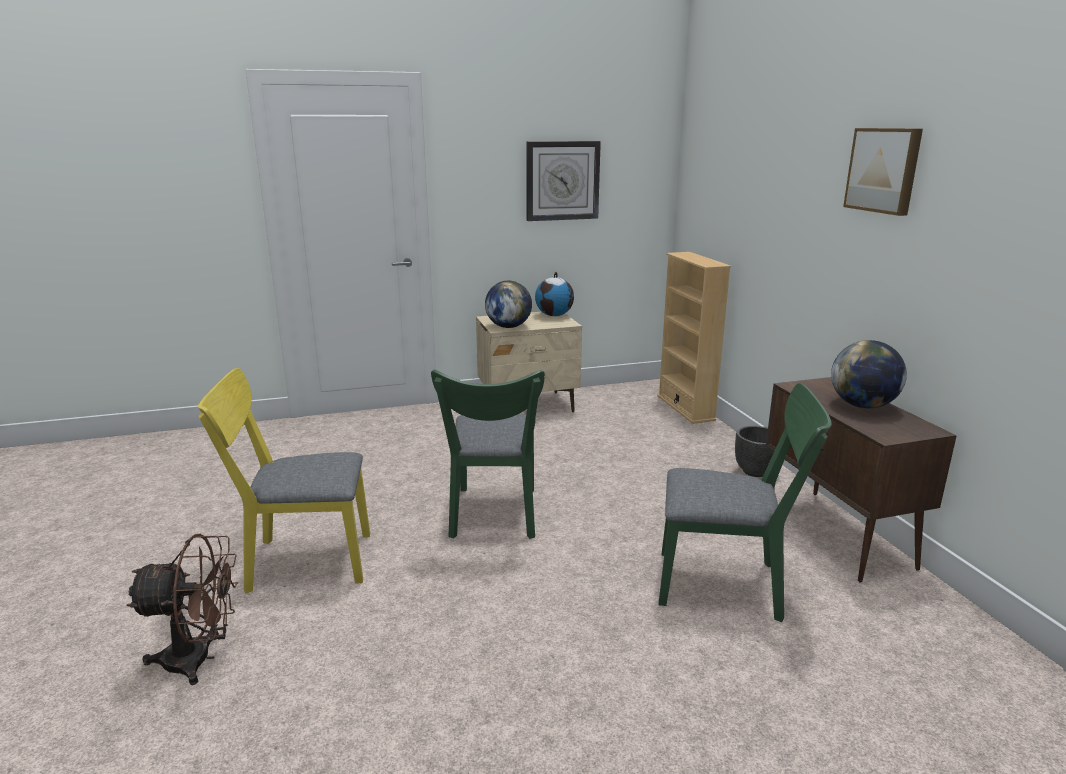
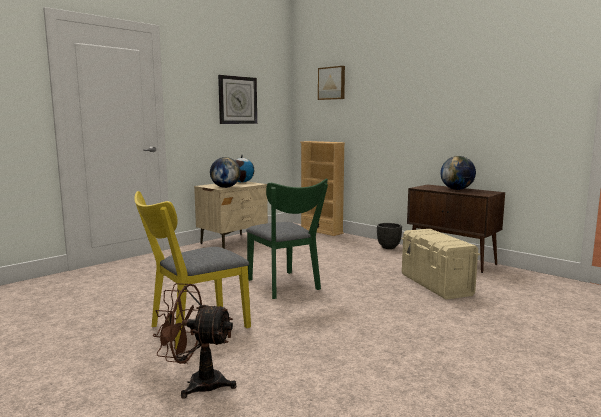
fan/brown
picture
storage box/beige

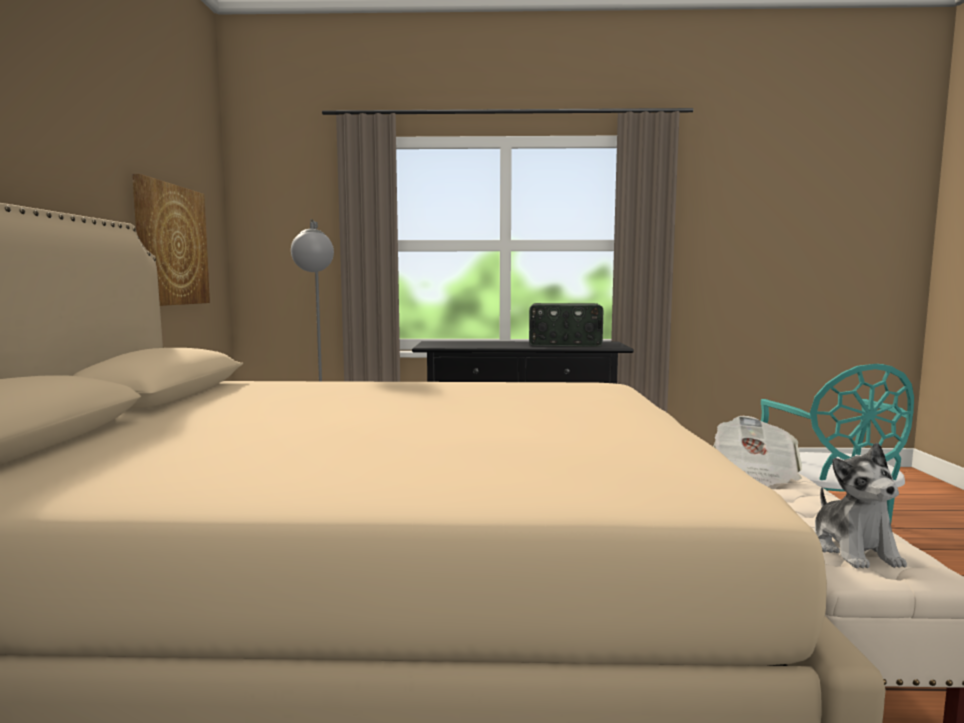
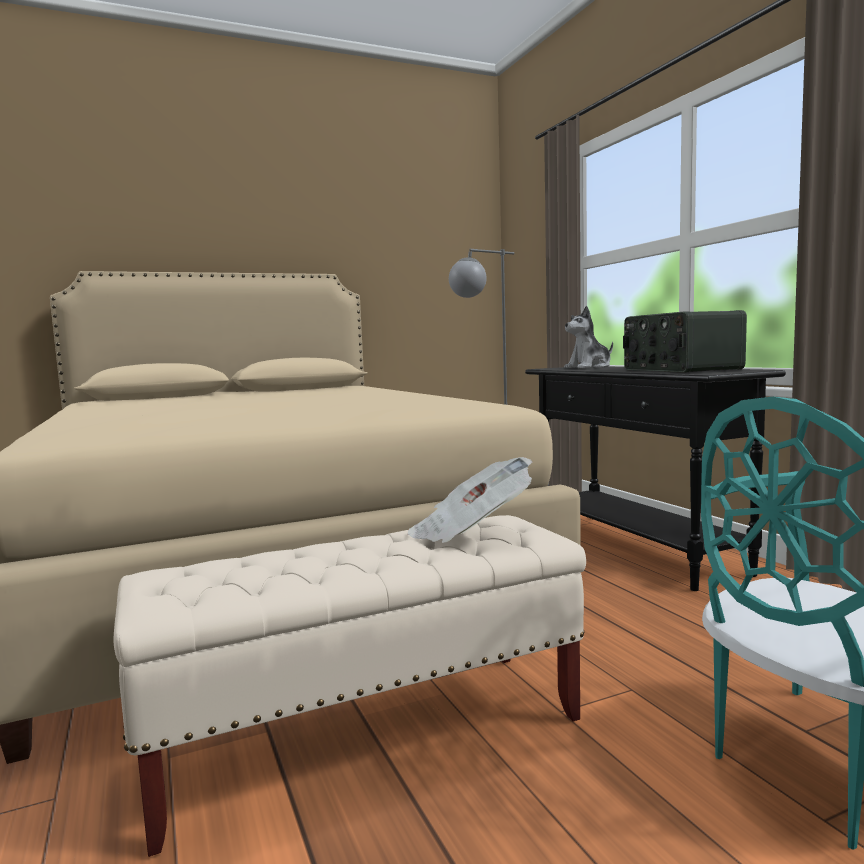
plush toy
picture

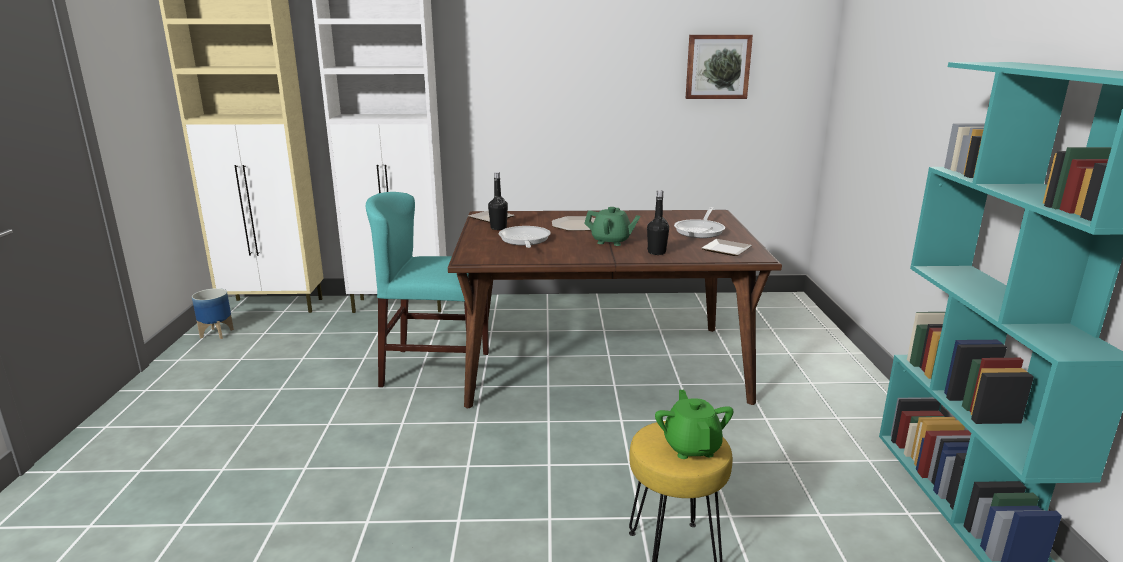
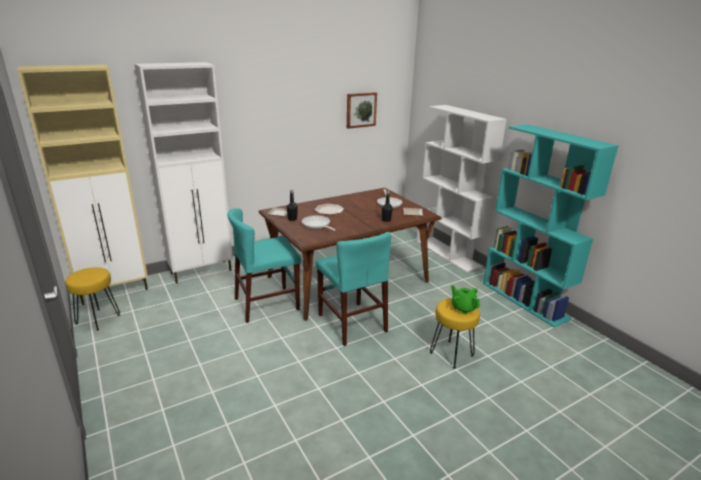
stool/yellow (1st from left)
chair/turquoise (2nd from left)
bookcase/white
teapot/green (1st from left in the first image)

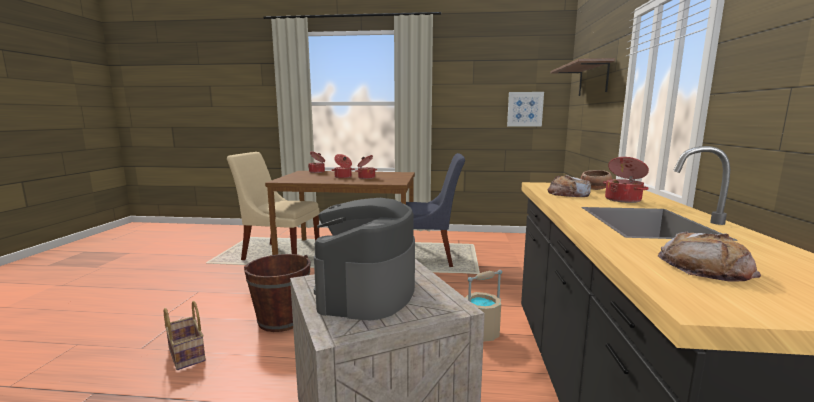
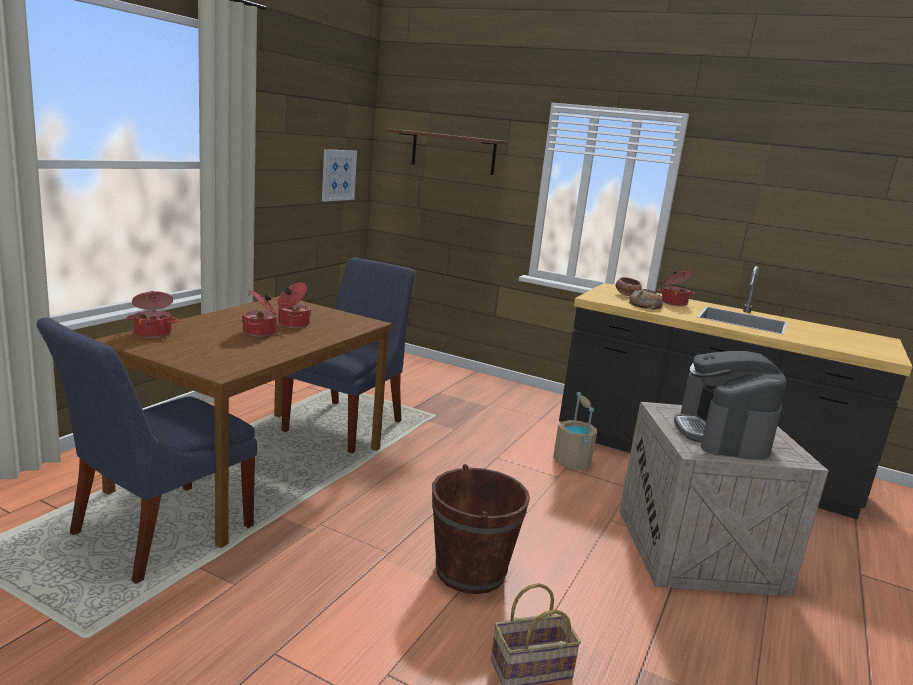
chair/blue (1st from left)
coffee machine
bread (2nd from left in the first image)

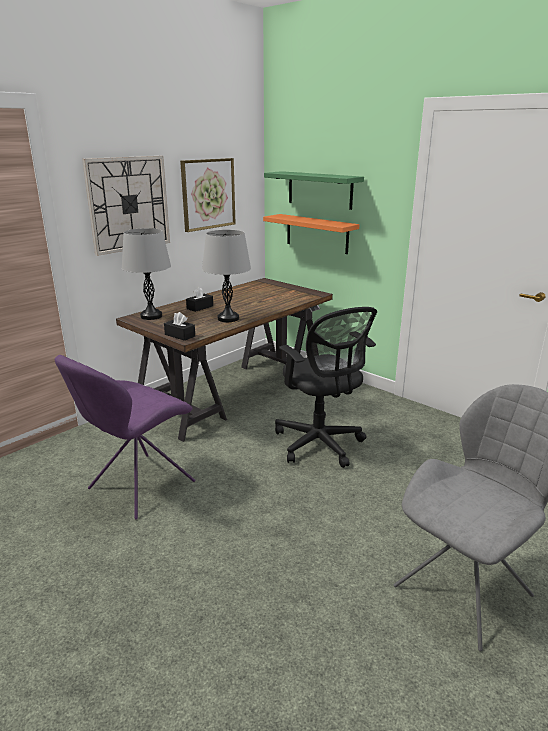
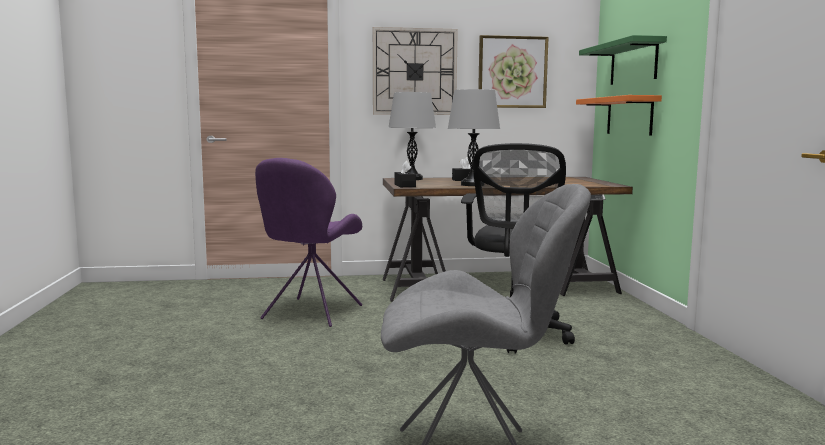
chair/purple

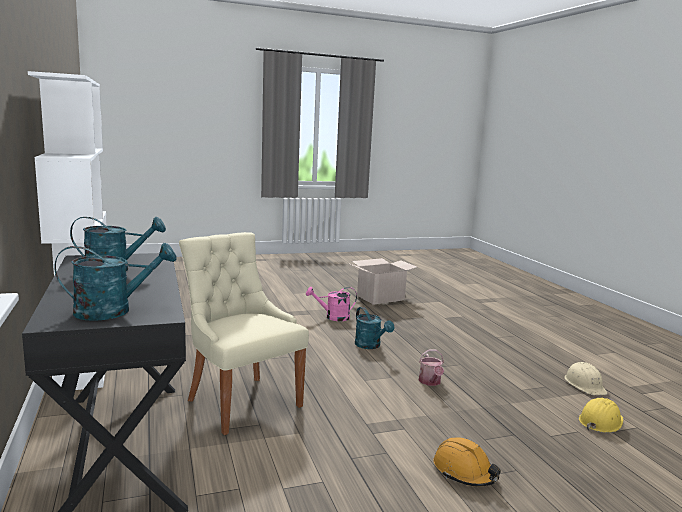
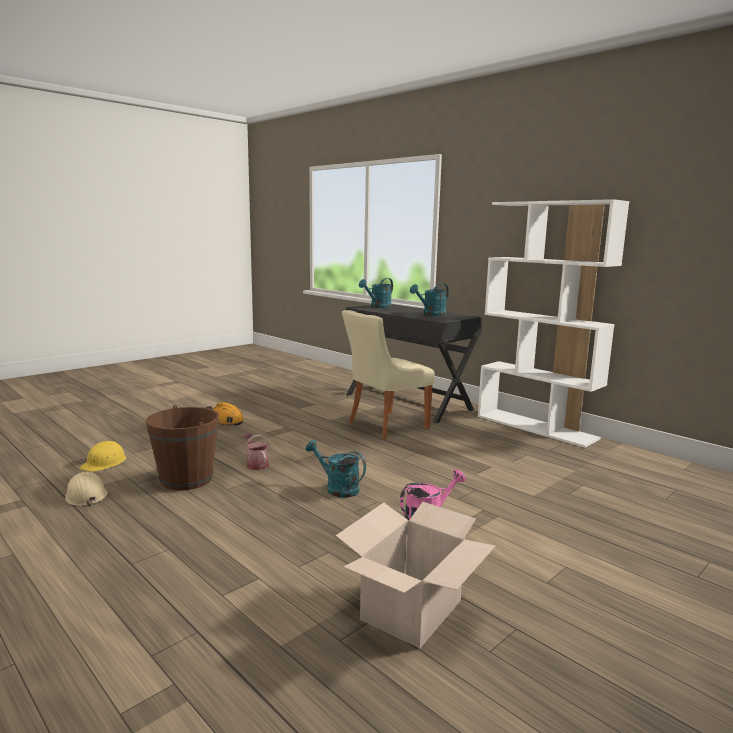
bucket/brown
chair/beige

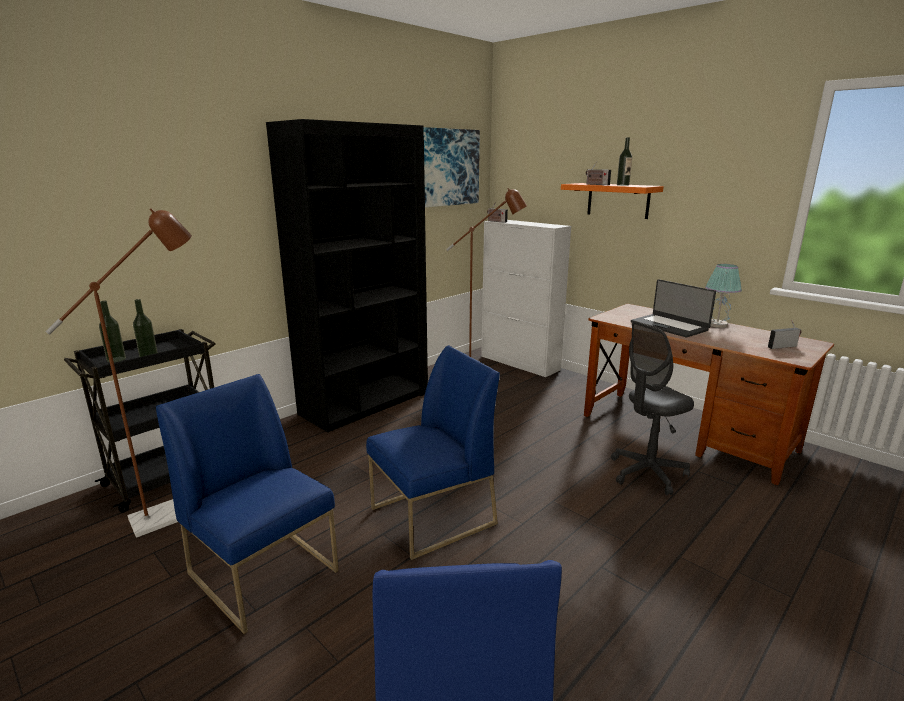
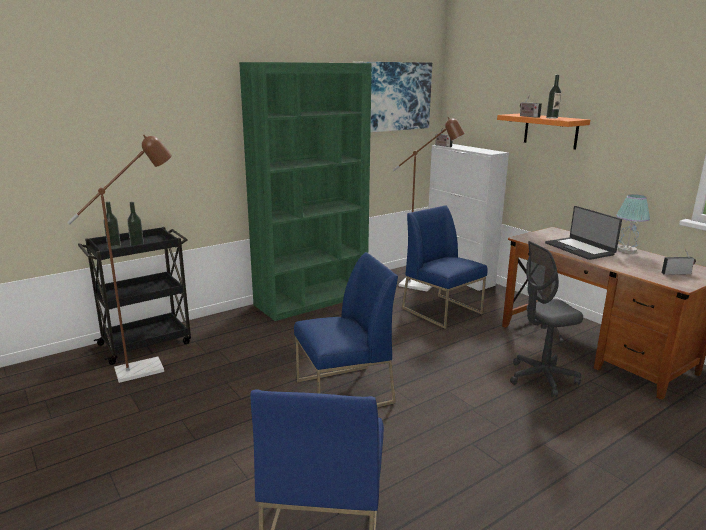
bookcase/green
chair/blue (3rd from left)

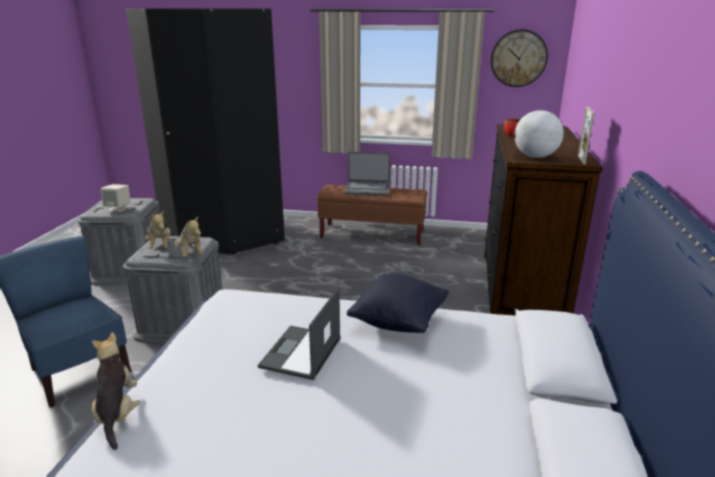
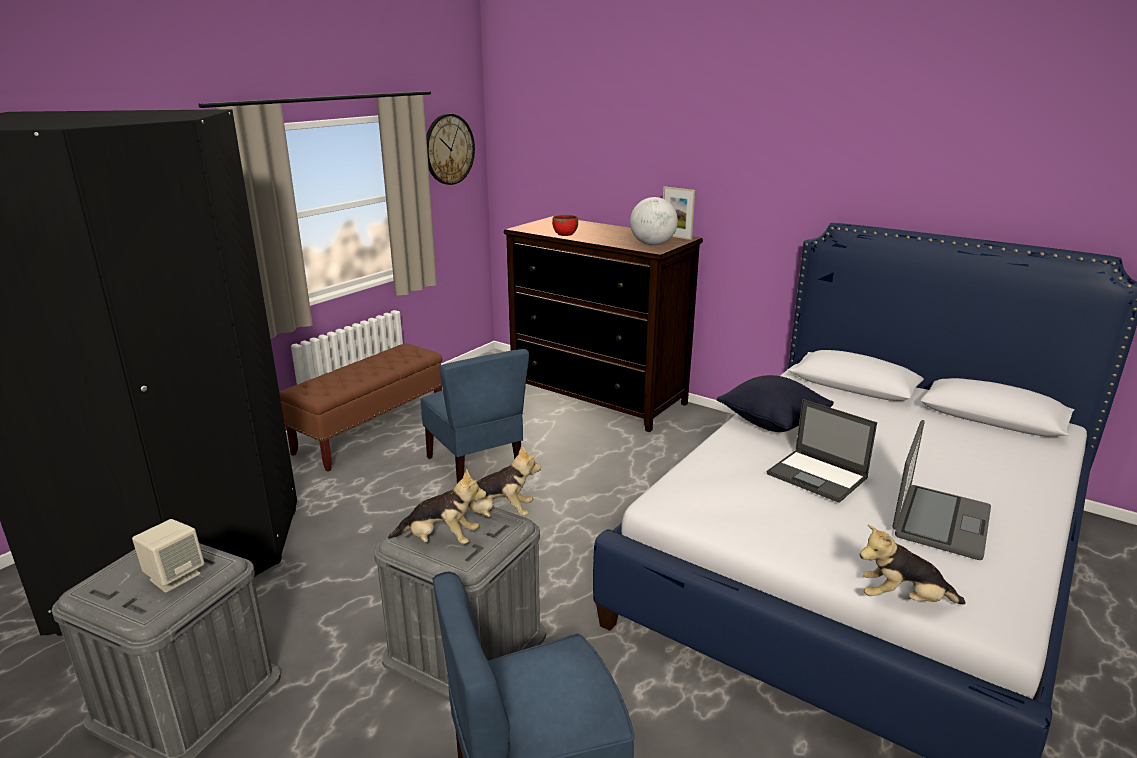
chair/blue (1st from left)
laptop (2nd from left)

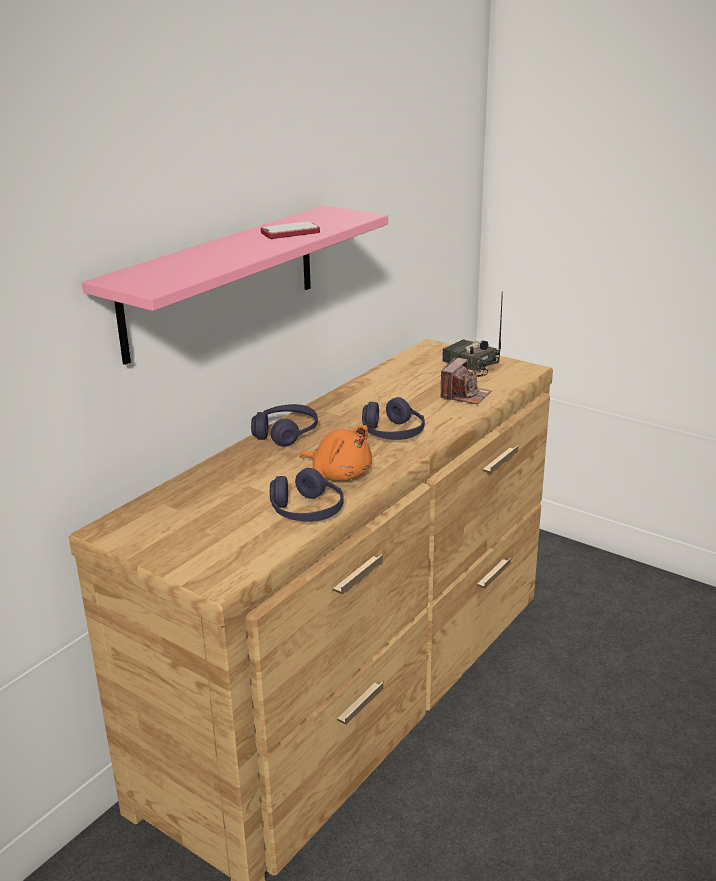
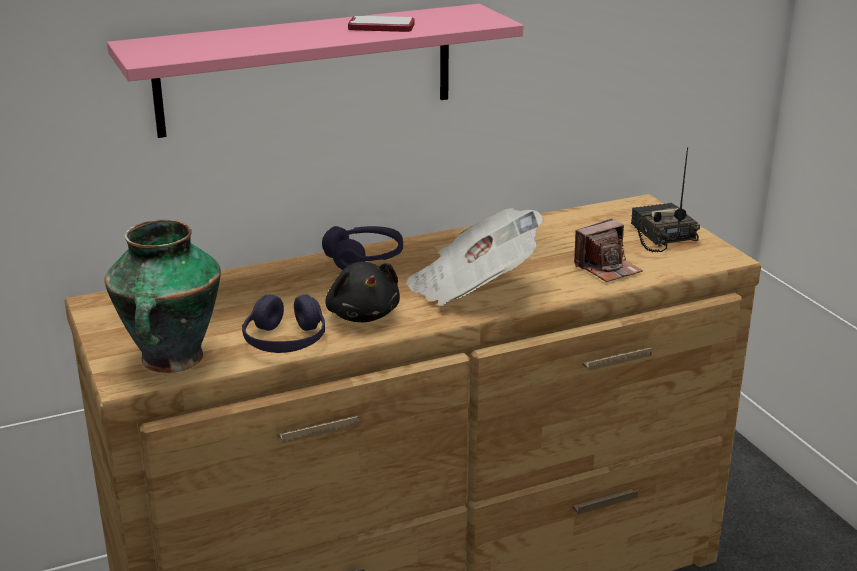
vase
plush toy/black
newspaper

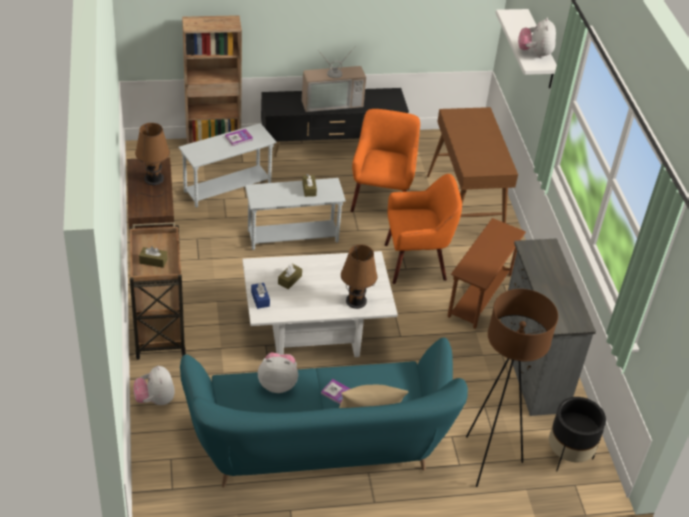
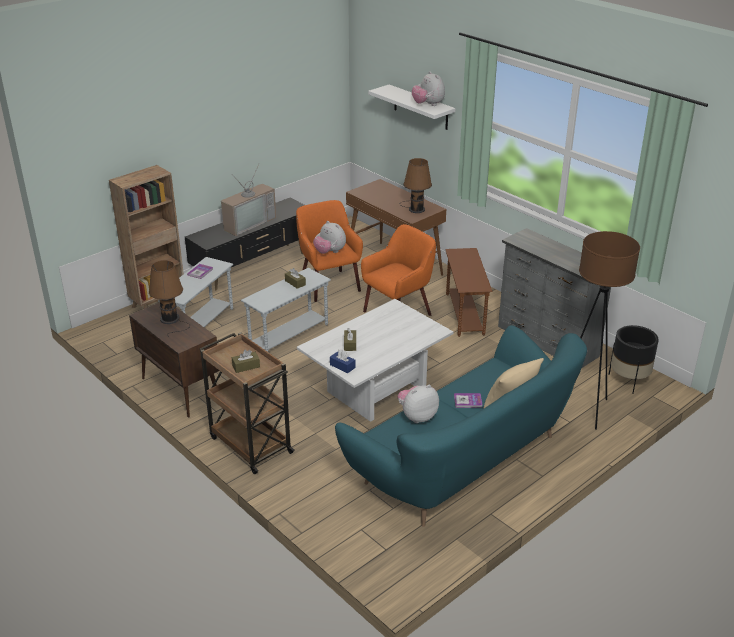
plush toy (1st from left)
table lamp/brown (2nd from left)

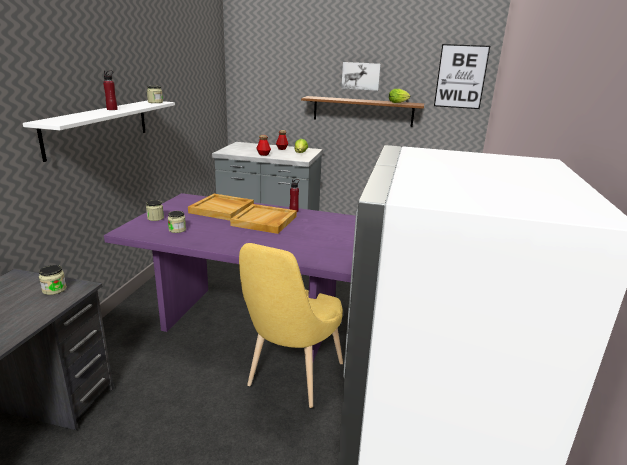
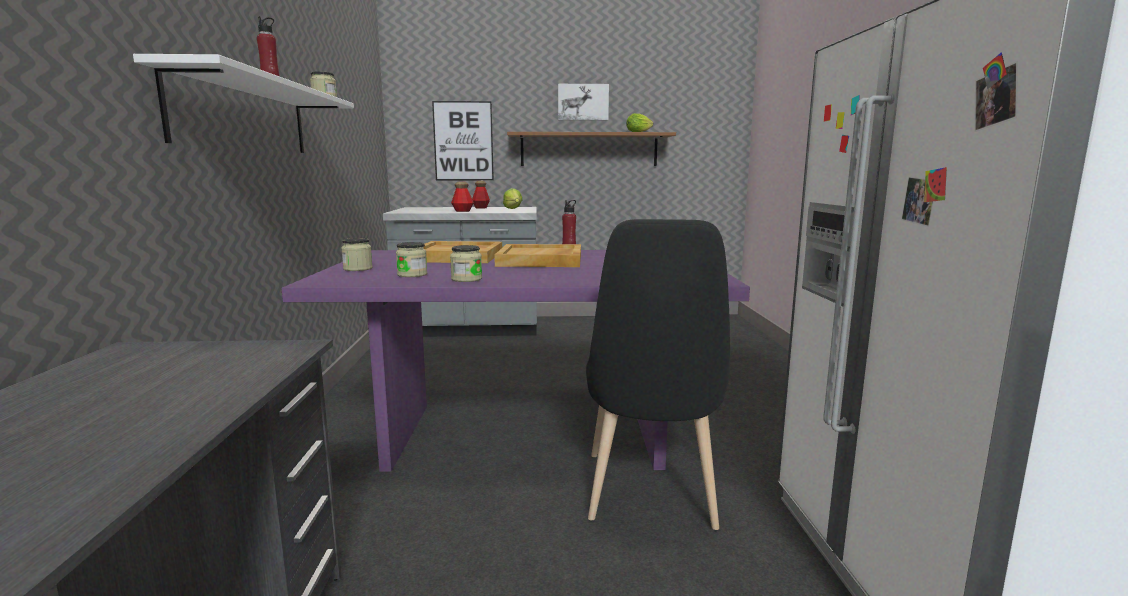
picture (1st from left)
jar (4th from left)
chair/black

